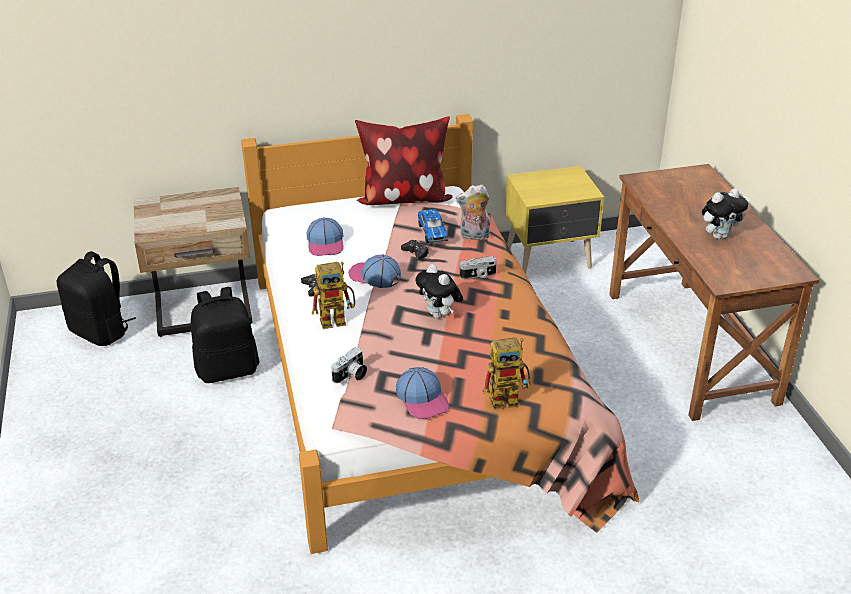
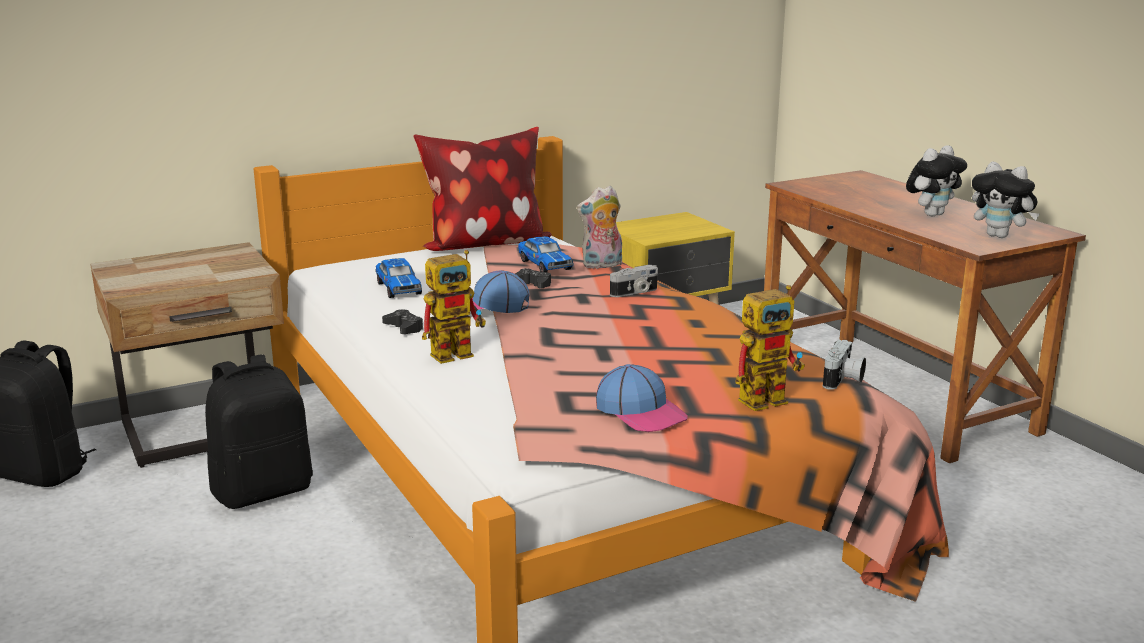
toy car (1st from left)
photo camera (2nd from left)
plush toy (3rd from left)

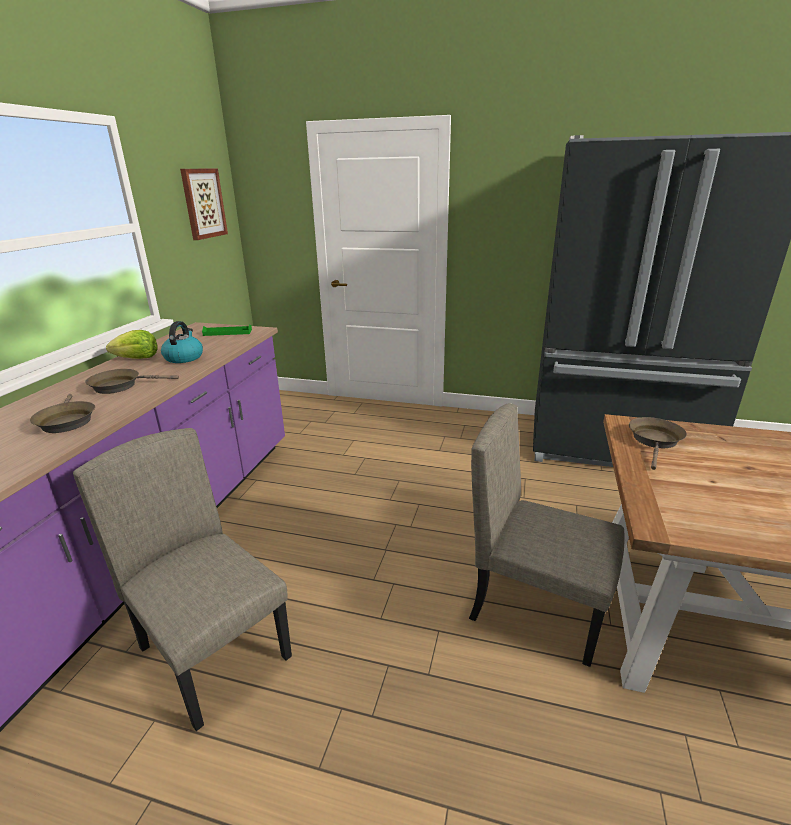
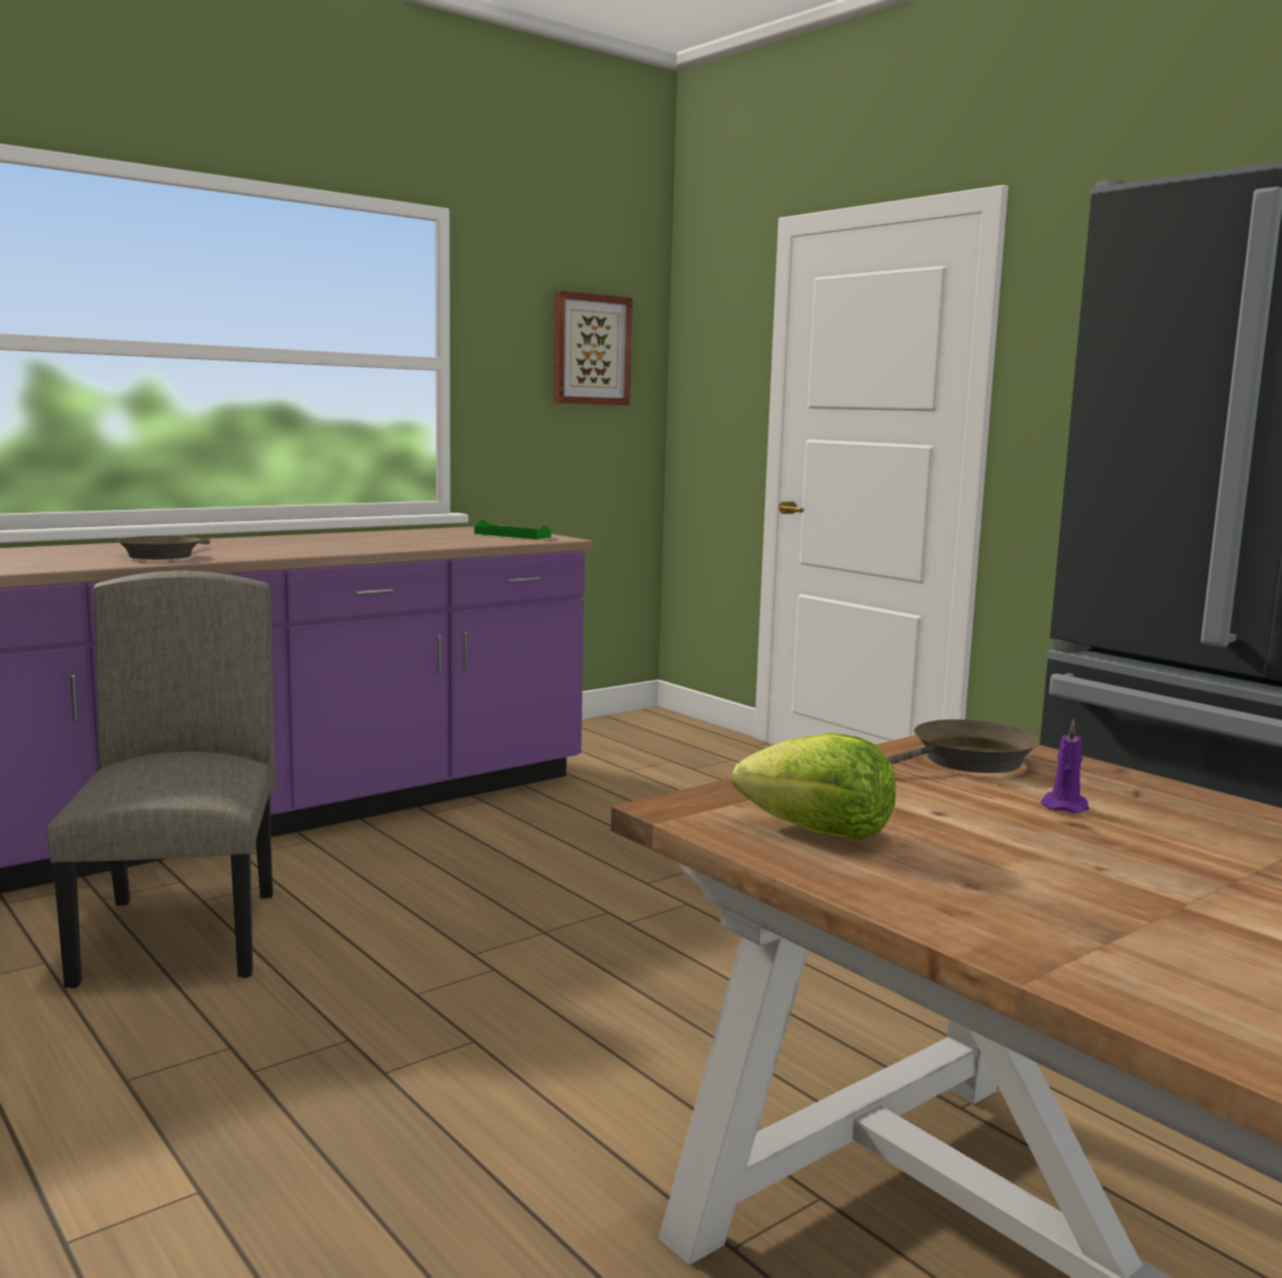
lettuce
candle/purple
frying pan/brown (2nd from left in the first image)
kettle
chair/beige (2nd from left in the first image)

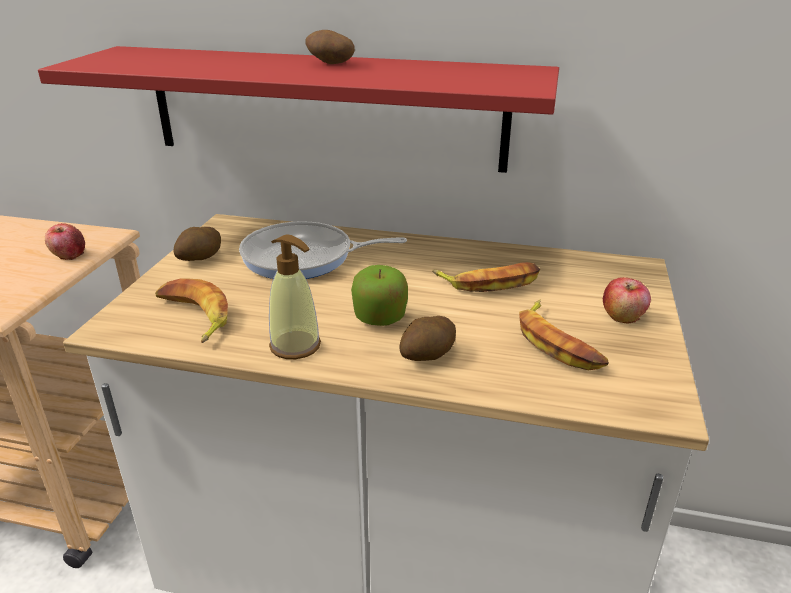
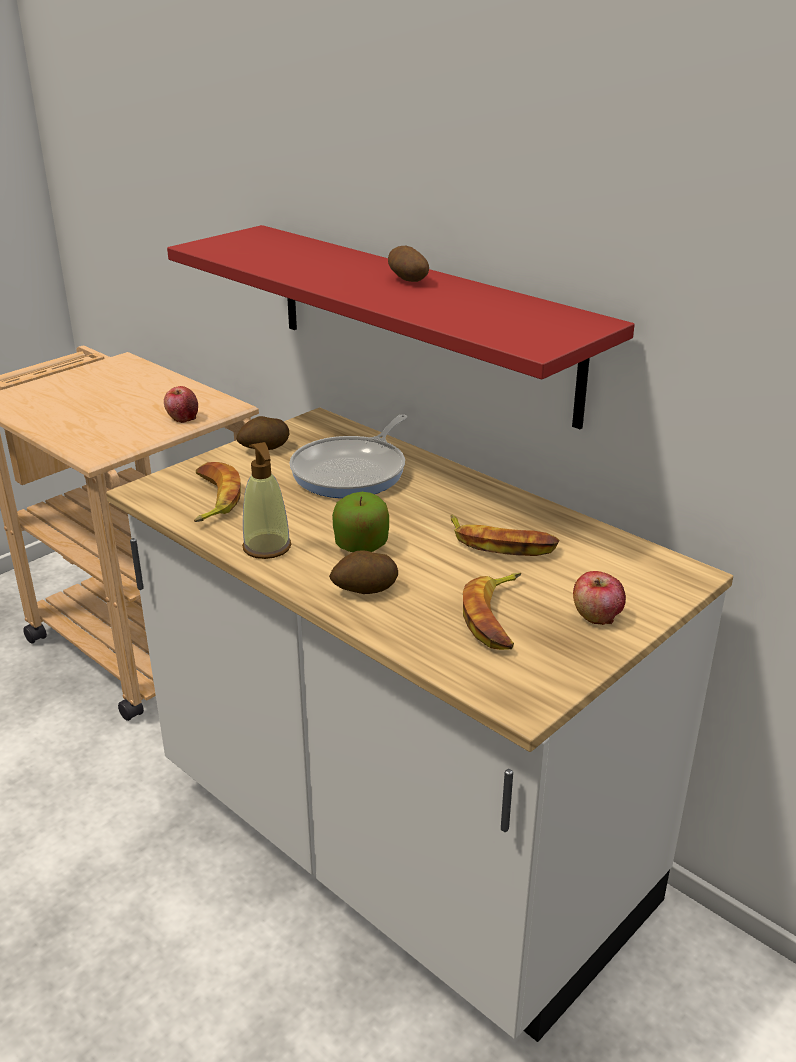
frying pan

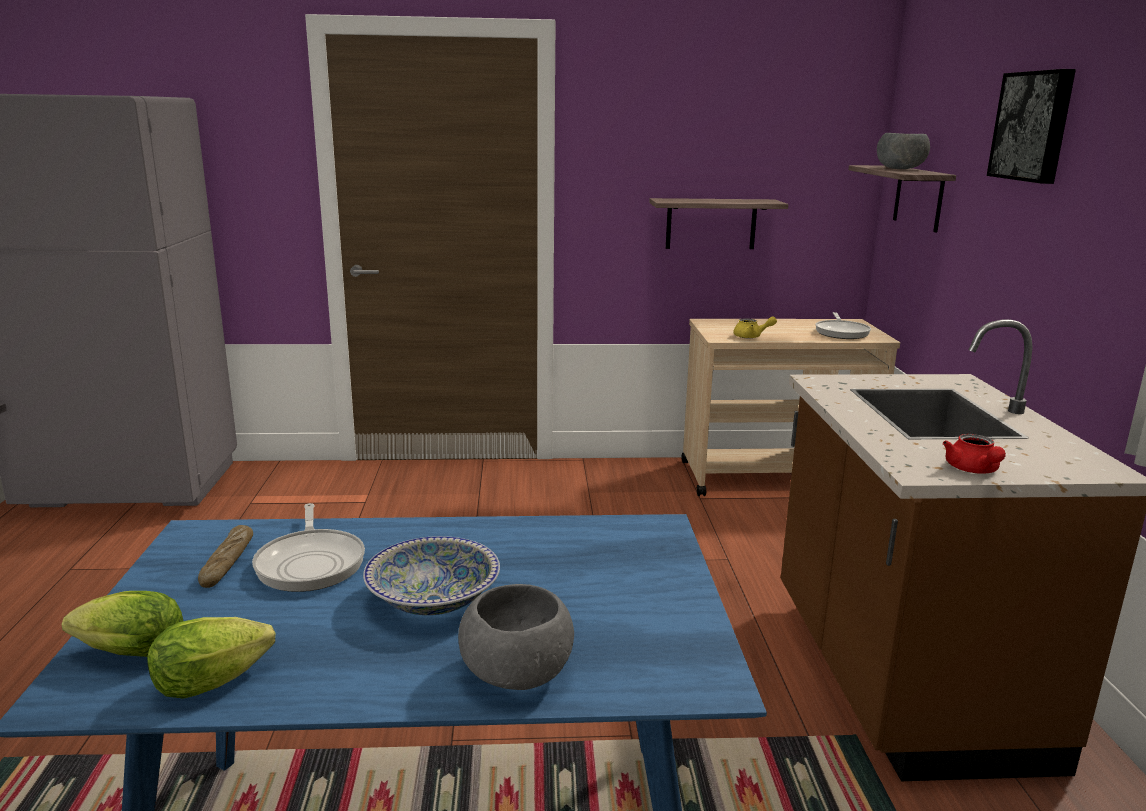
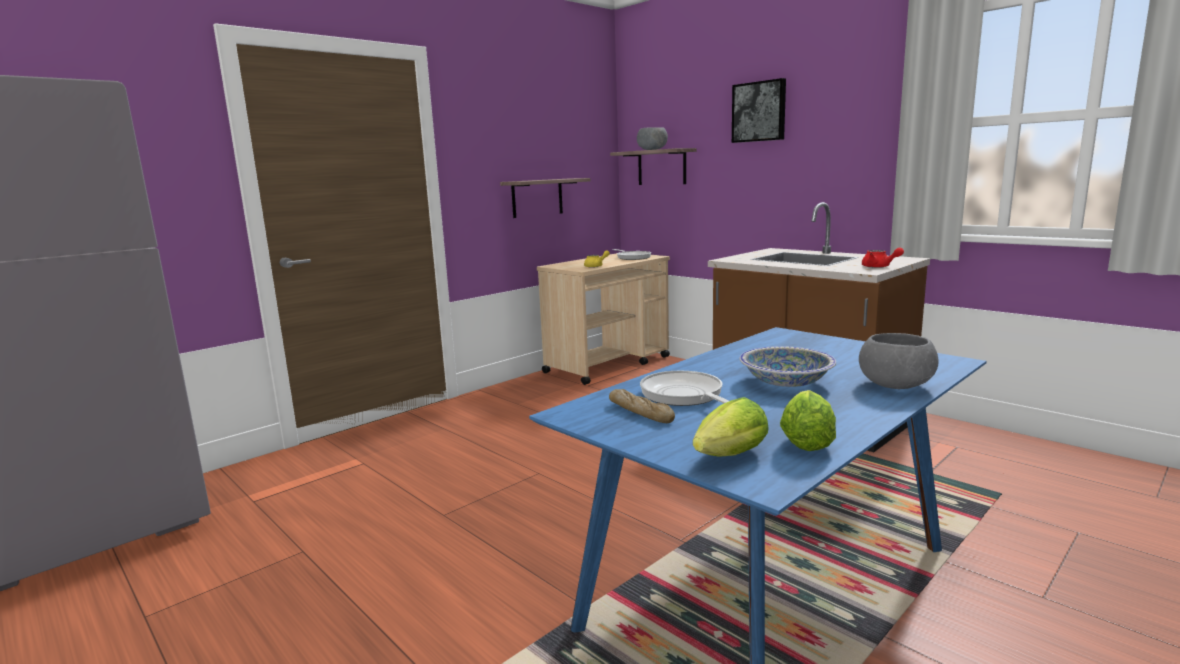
frying pan (2nd from left)

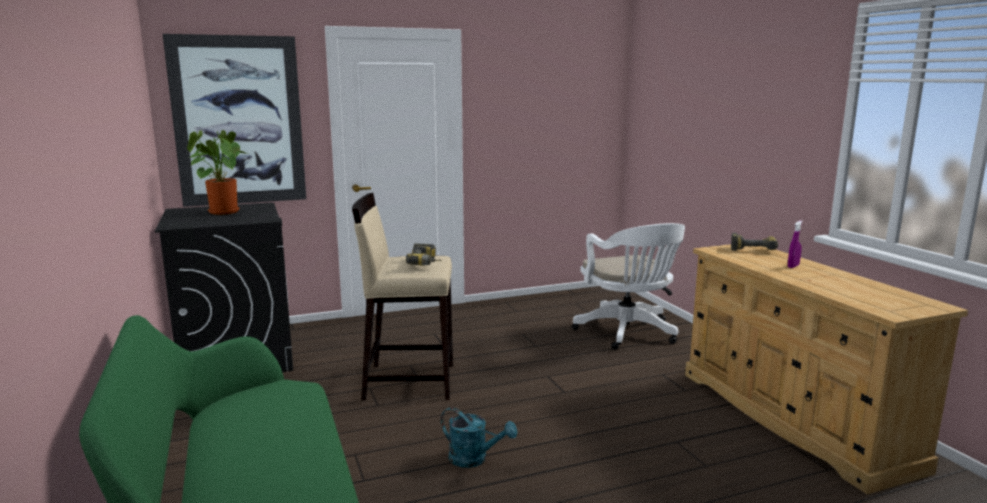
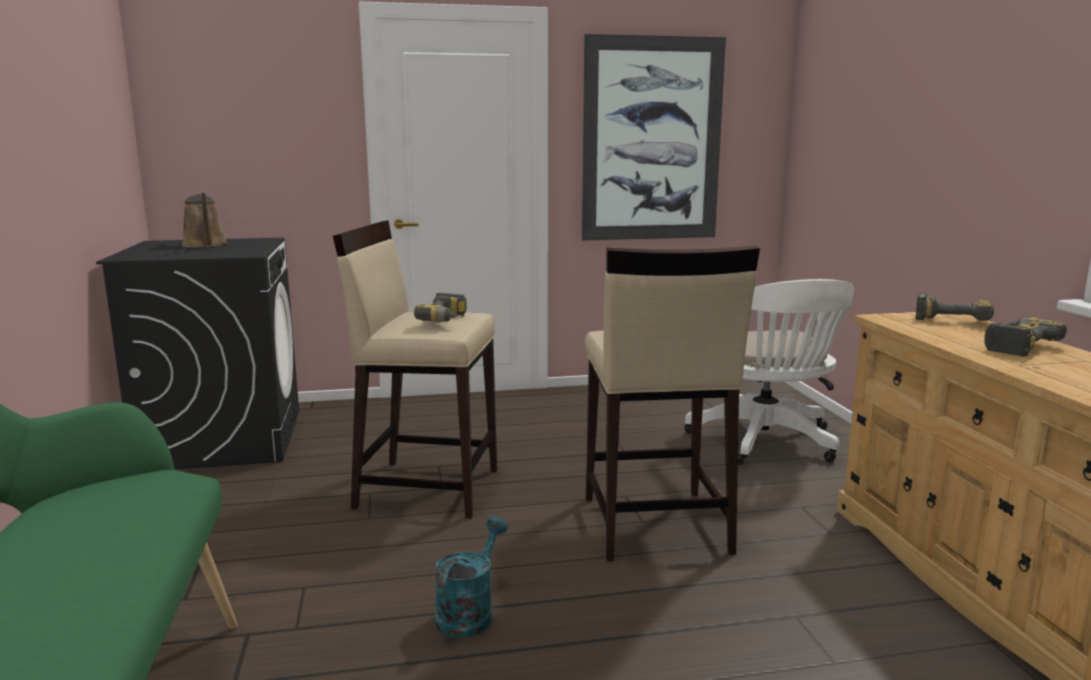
watering can/brown
watering can/turquoise
picture
stool/beige (2nd from left)
power drill (3rd from left)

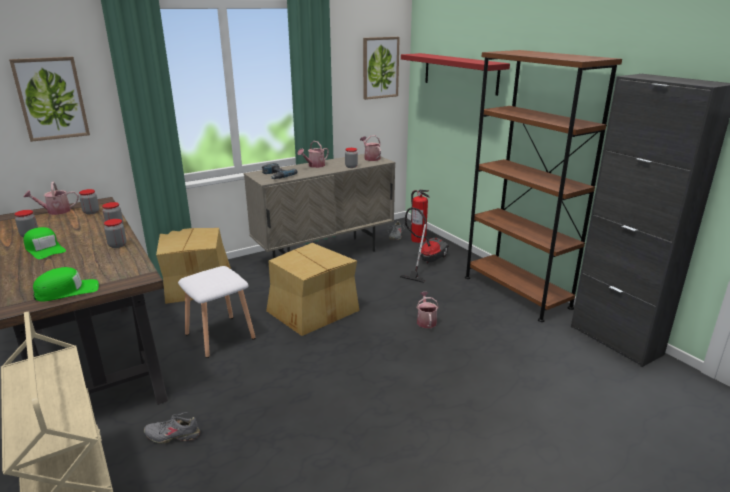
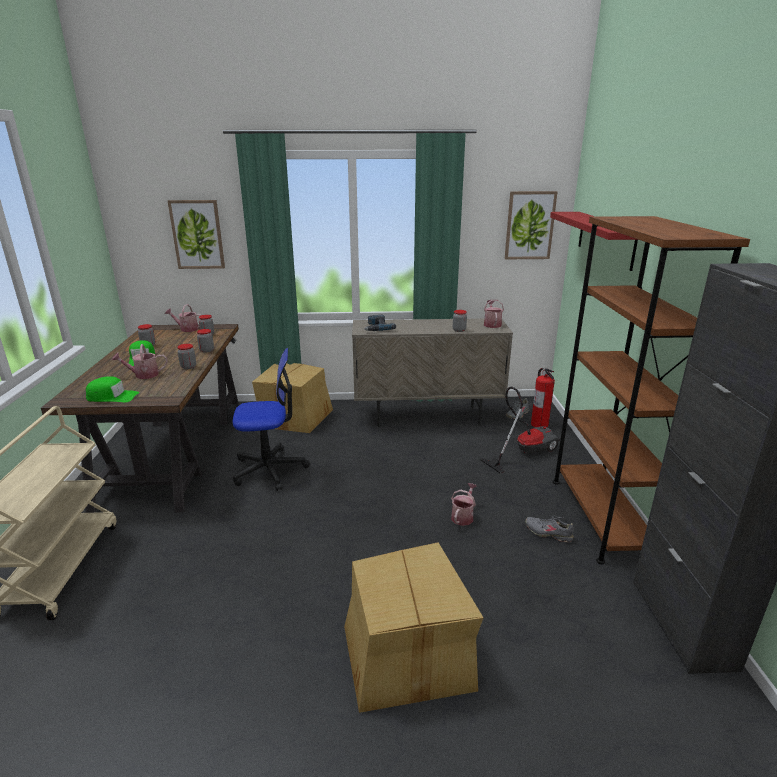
watering can (1st from left)
office chair
cardboard box (2nd from left)
shoe/grey (2nd from left)

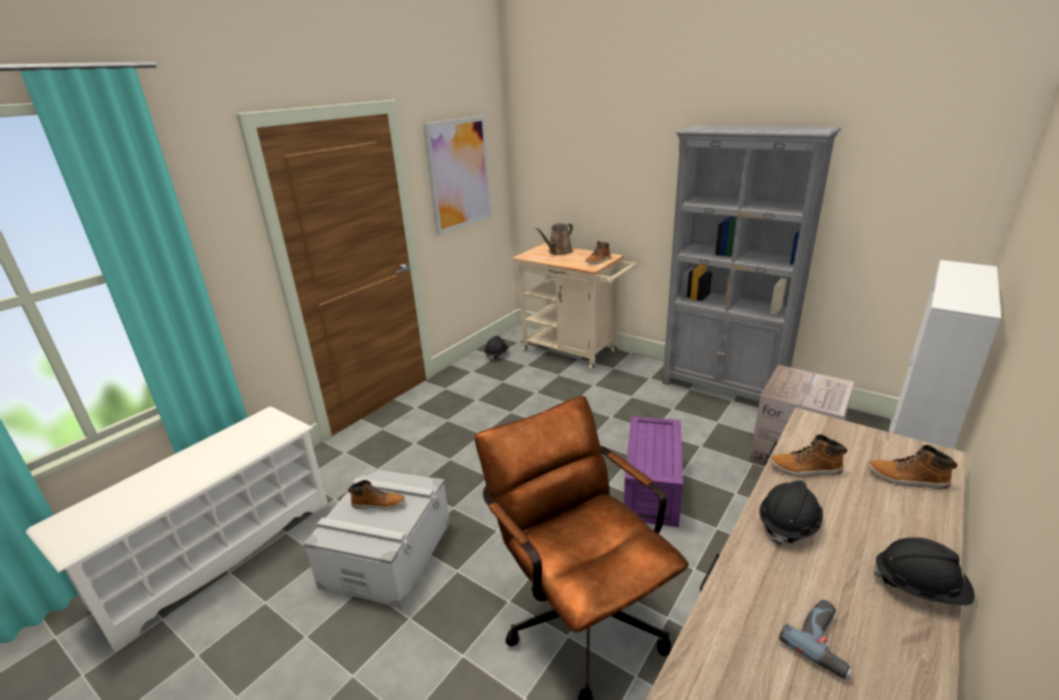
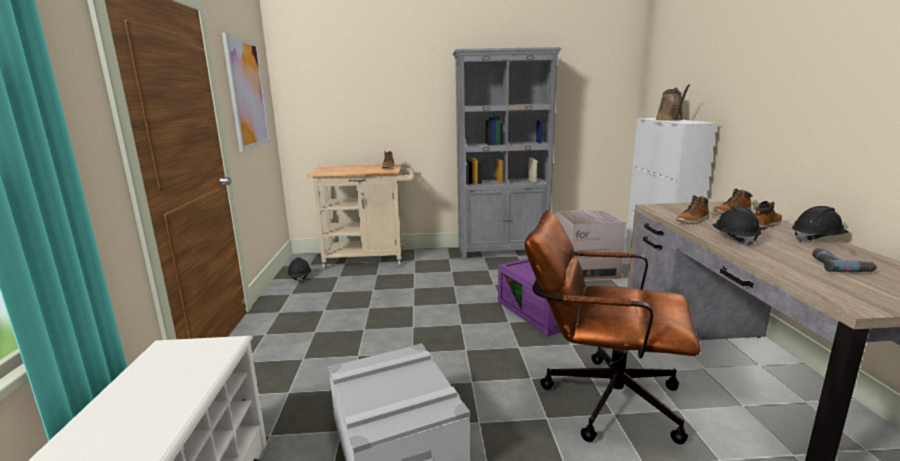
watering can/brown
boot (4th from left)

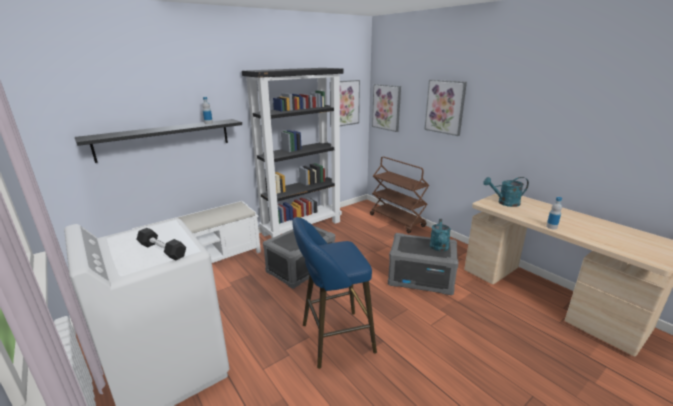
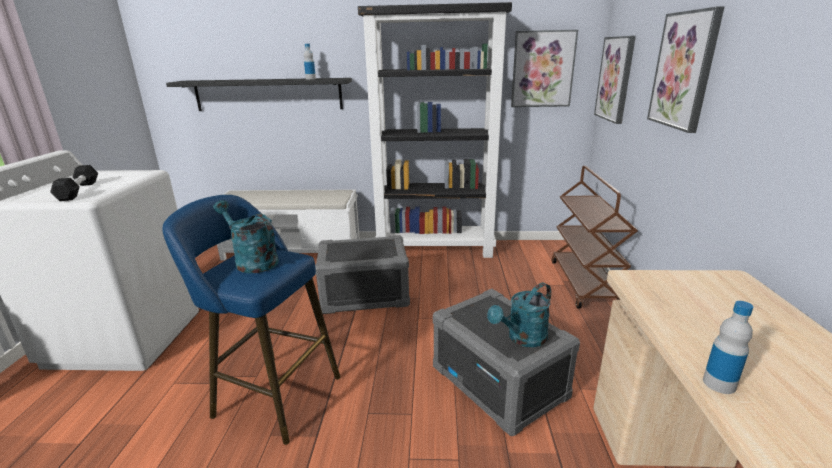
watering can/turquoise (1st from left)

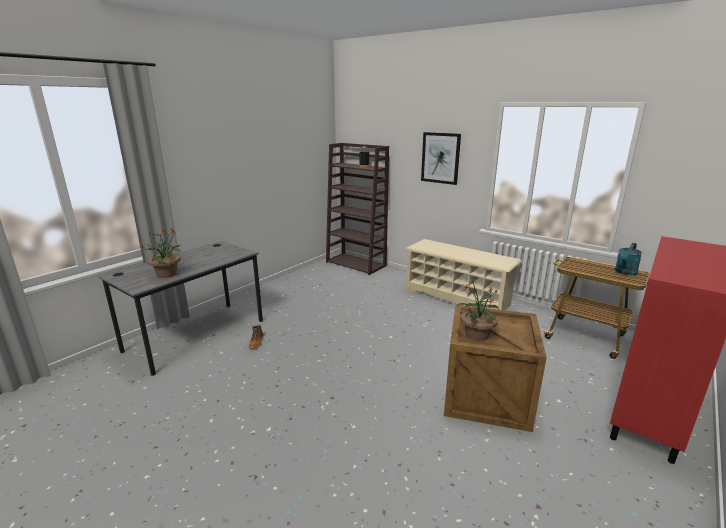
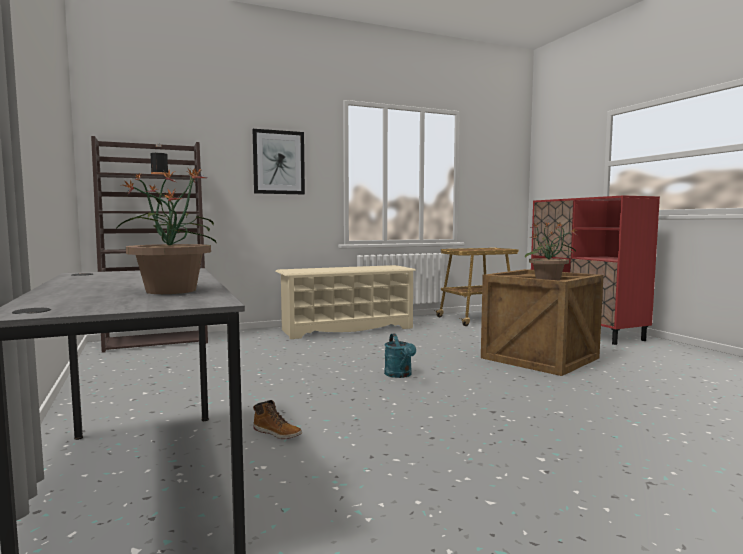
watering can/turquoise

